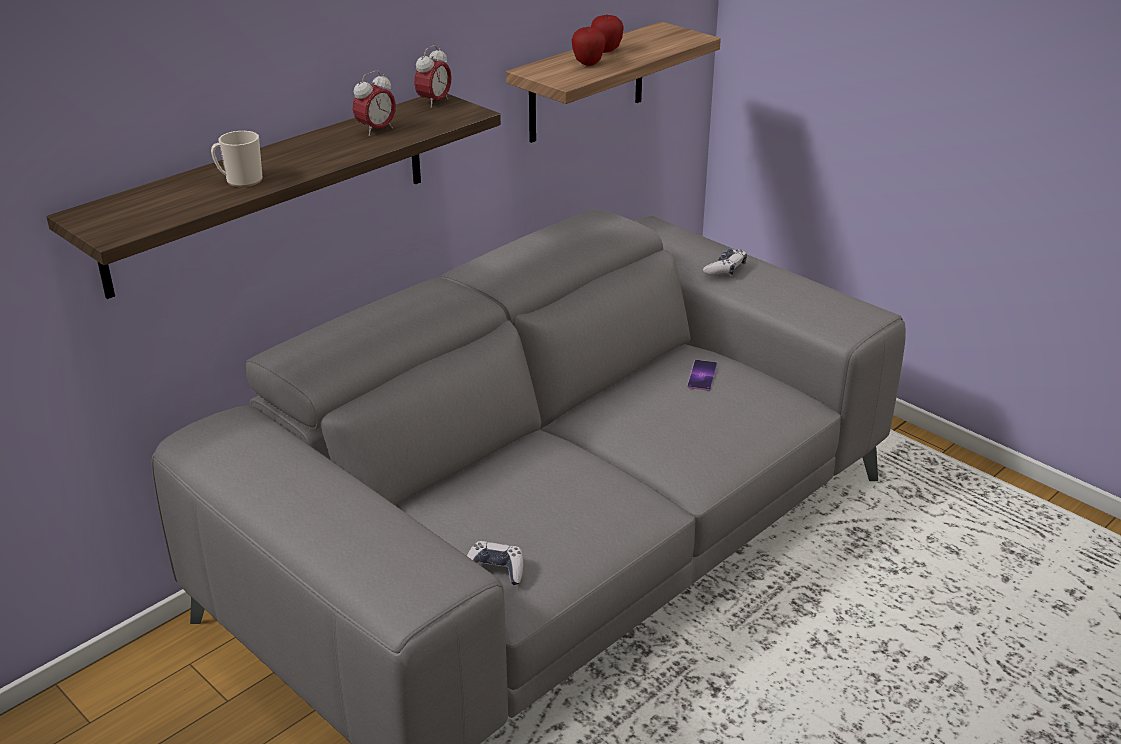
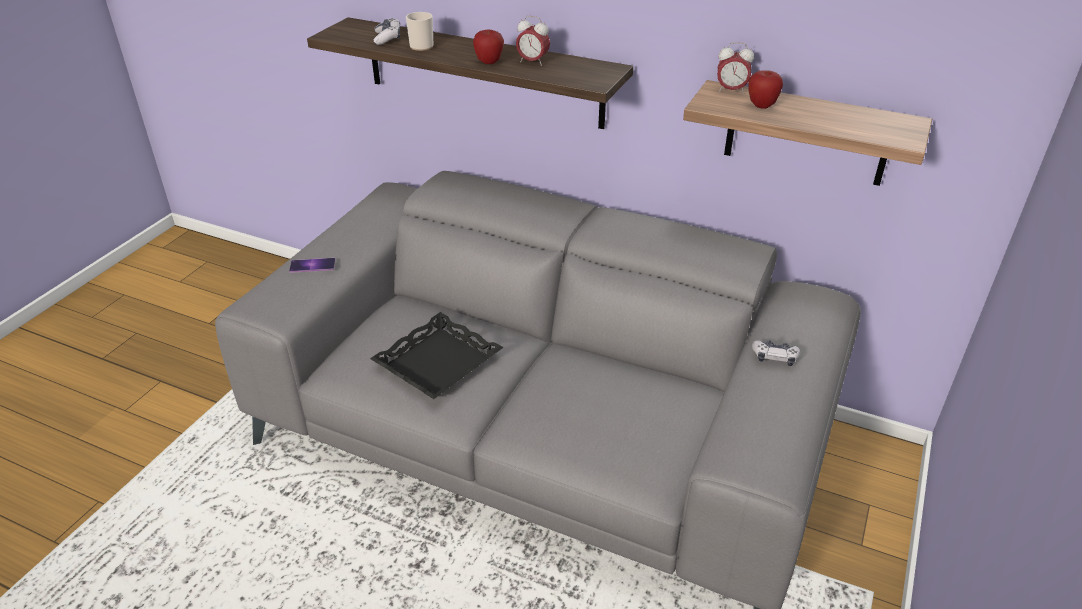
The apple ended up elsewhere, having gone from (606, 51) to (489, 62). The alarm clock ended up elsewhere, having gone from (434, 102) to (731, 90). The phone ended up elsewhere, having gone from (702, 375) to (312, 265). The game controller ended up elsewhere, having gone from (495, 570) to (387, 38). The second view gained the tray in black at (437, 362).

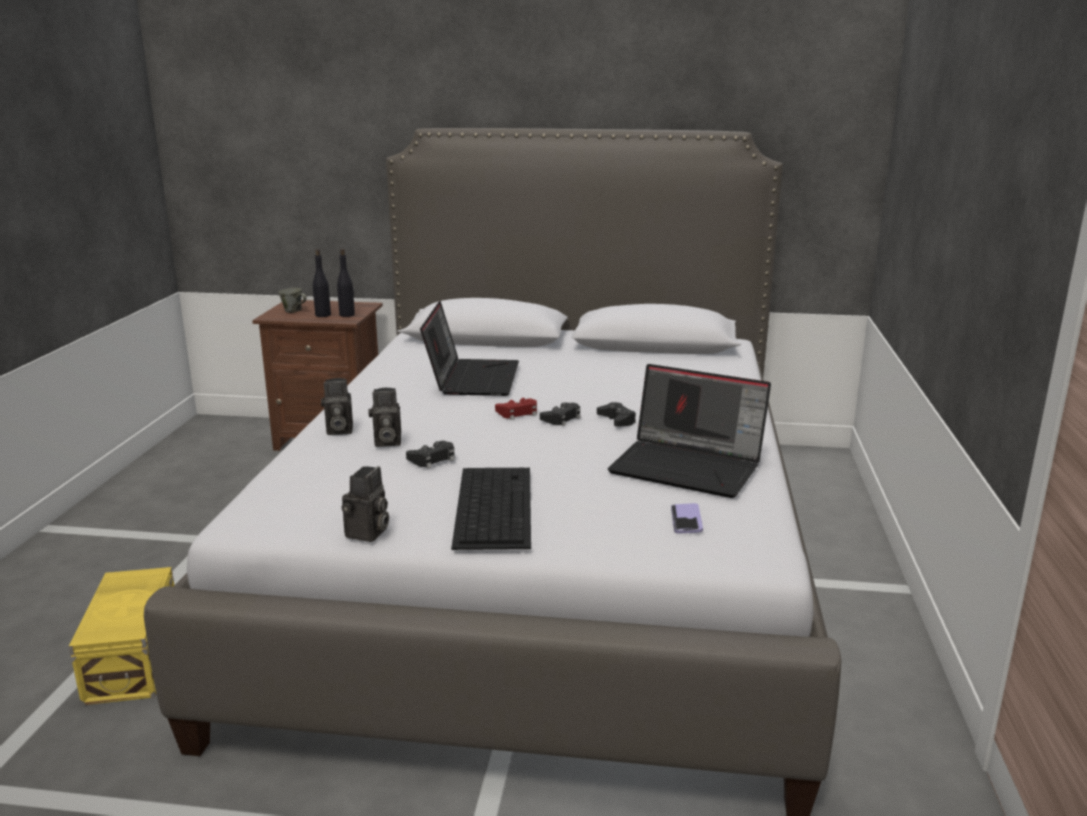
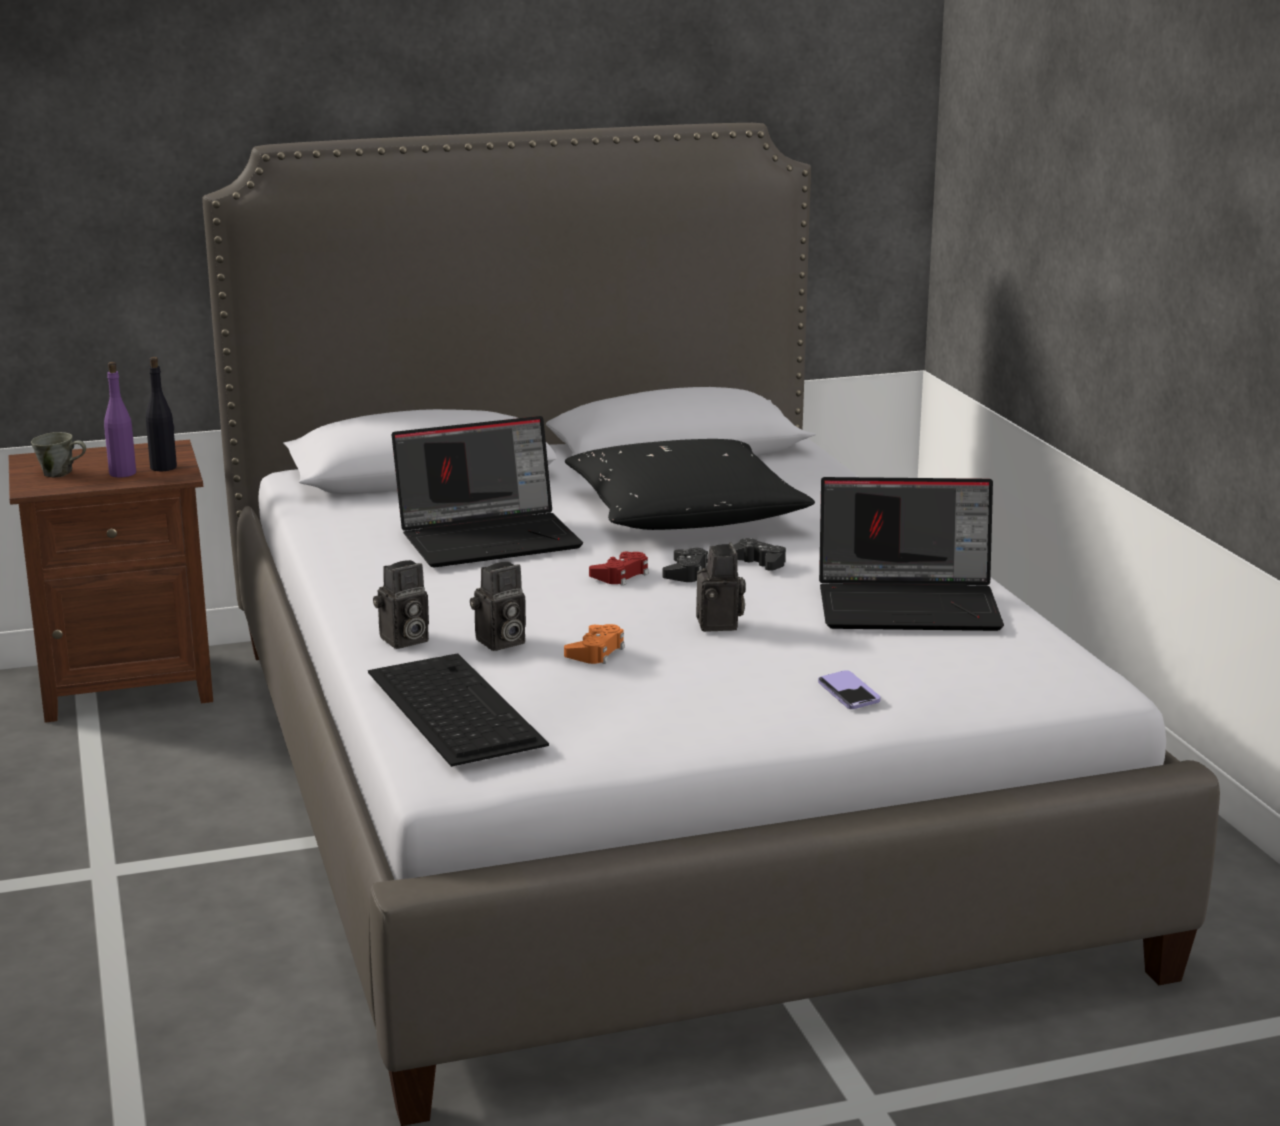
What was the bottle in black at (323, 315) turned into the bottle in purple at (122, 473). The laptop at (472, 378) ended up facing another way, 90 degrees clockwise from before. What was the game controller in black at (433, 459) turned into the game controller in orange at (596, 652). The photo camera ended up elsewhere, having gone from (367, 534) to (720, 625). The keyboard ended up elsewhere, having gone from (493, 505) to (452, 707). The phone ended up elsewhere, having gone from (686, 520) to (848, 692). The second view lost the storage box in yellow at (136, 658). The second view gained the pillow in black at (684, 514).

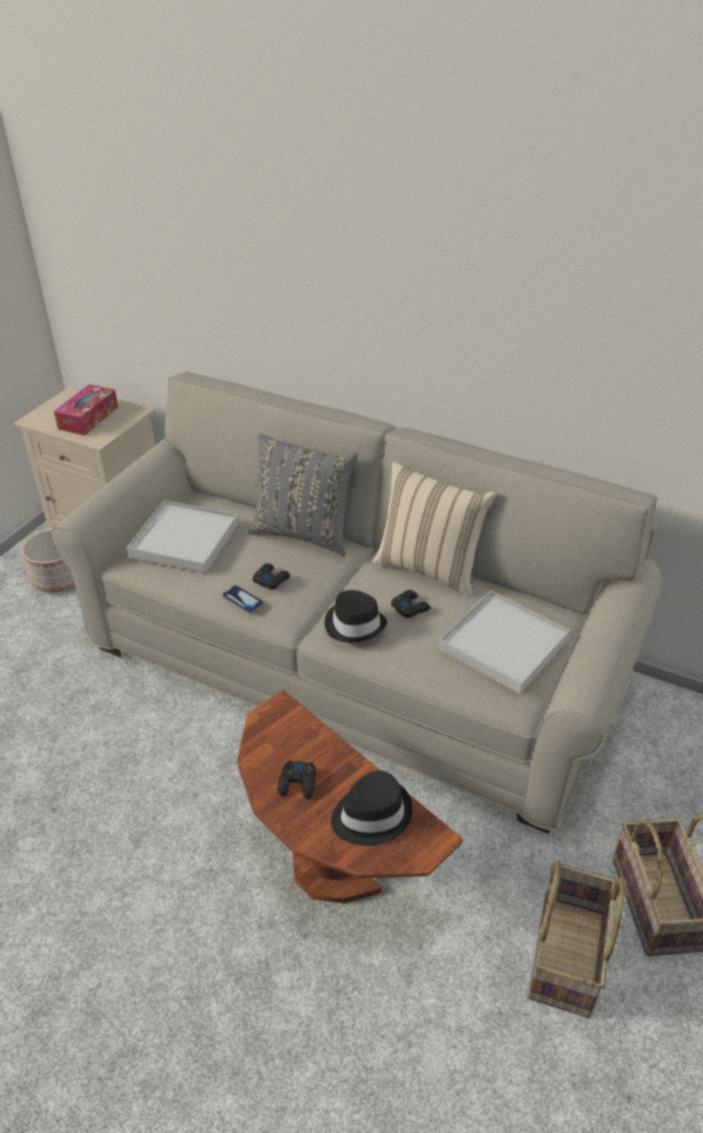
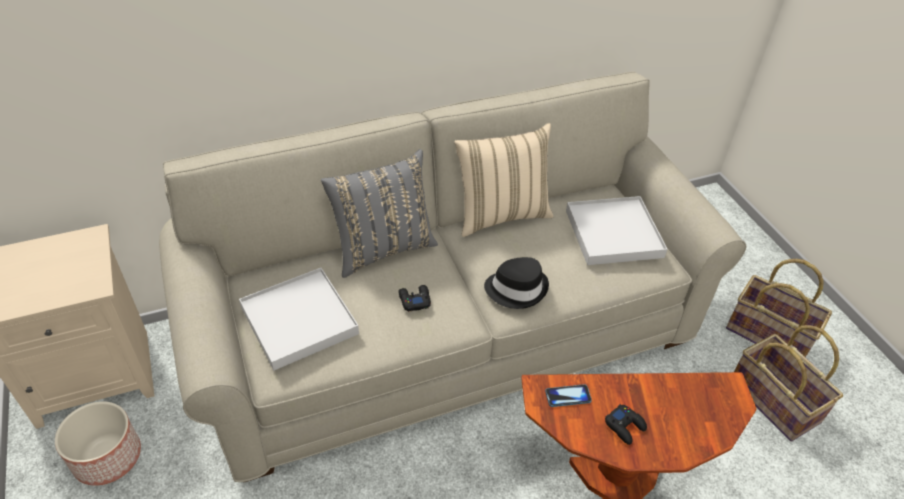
The second view lost the tissue box at (88, 418). The phone ended up elsewhere, having gone from (243, 600) to (568, 396). The second view lost the game controller in black at (410, 607). The second view lost the hat in black at (371, 814).

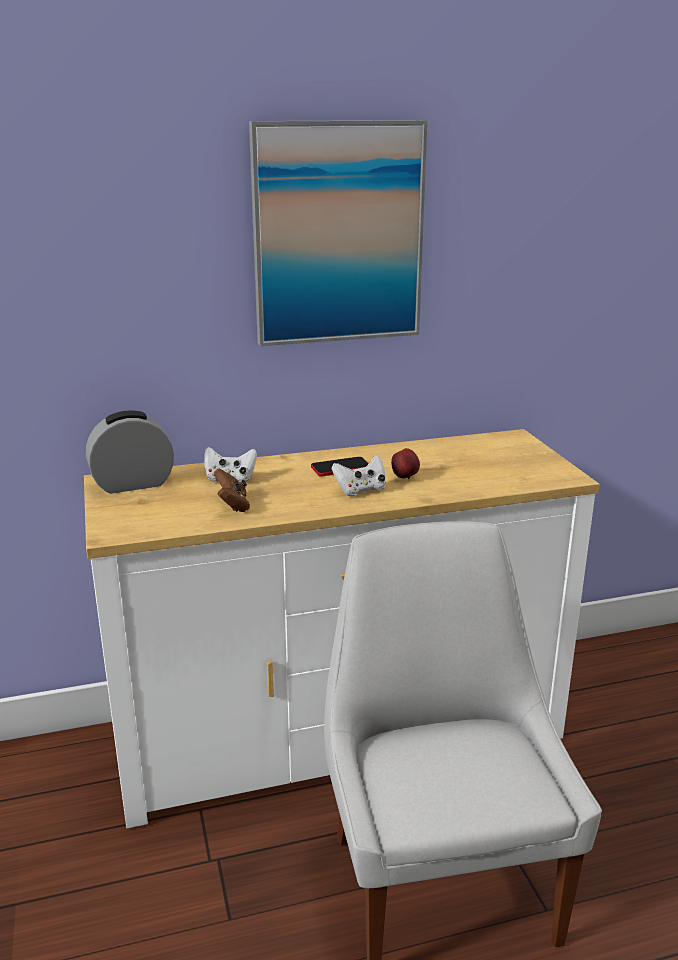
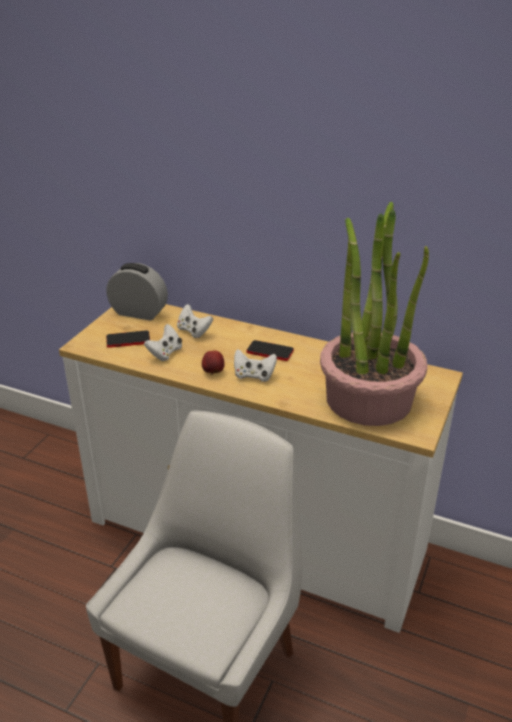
The second view lost the picture at (337, 234). The apple ended up elsewhere, having gone from (405, 477) to (213, 372). What was the game controller in brown at (233, 505) turned into the game controller in white at (165, 353). The second view gained the potted plant at (368, 398). The second view gained the phone at (128, 340).

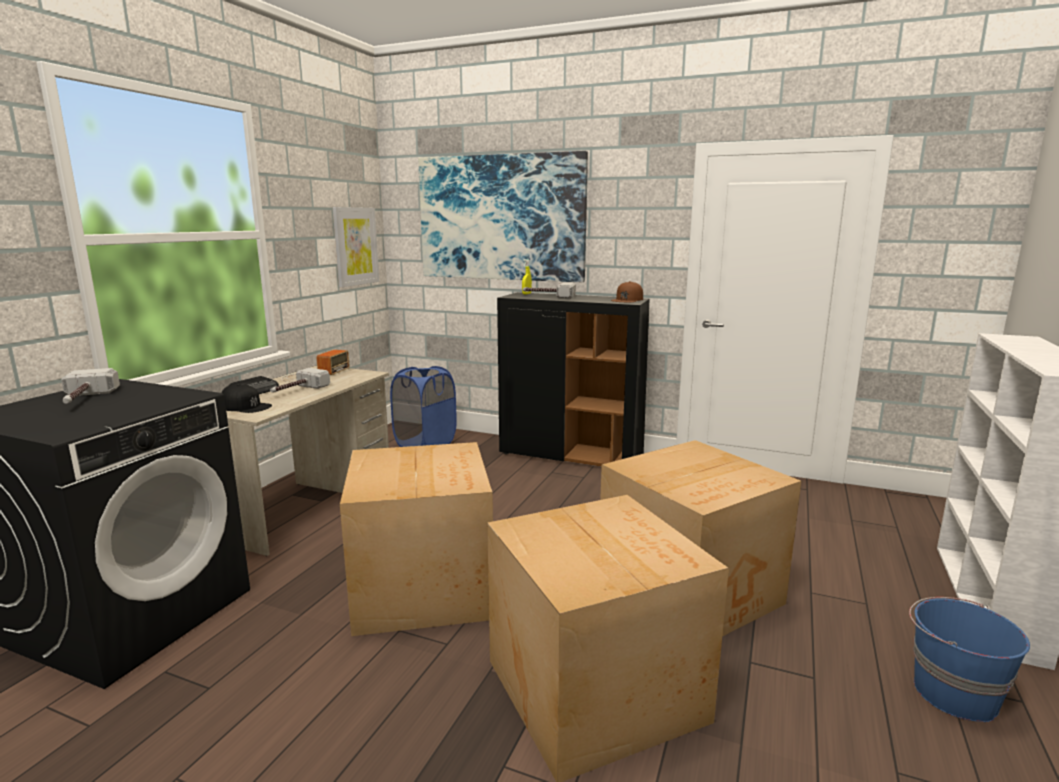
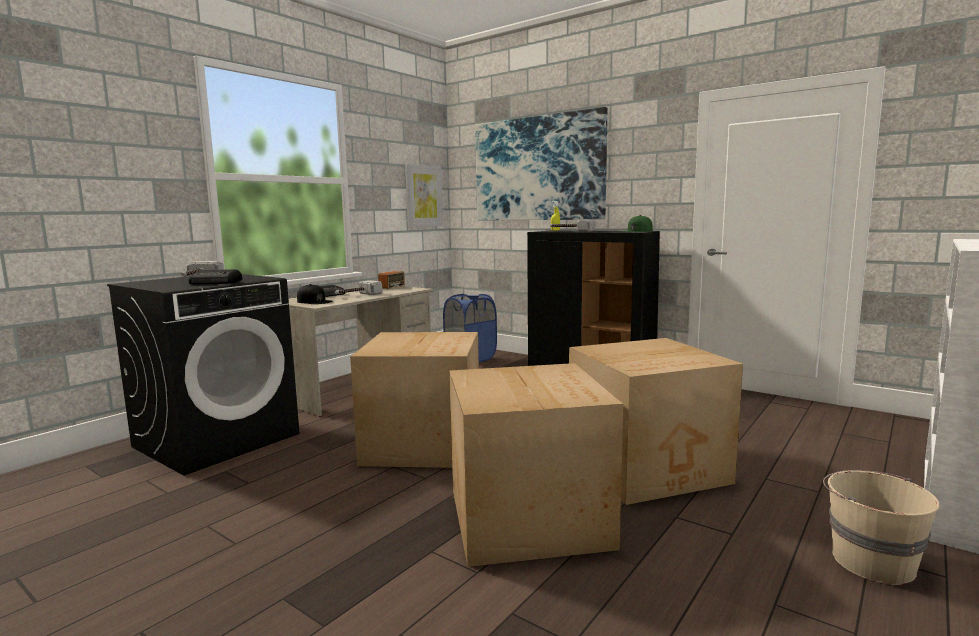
What was the cap in brown at (627, 299) turned into the cap in green at (637, 231). What was the bucket in blue at (953, 693) turned into the bucket in beige at (871, 561). The second view gained the radio at (216, 282).

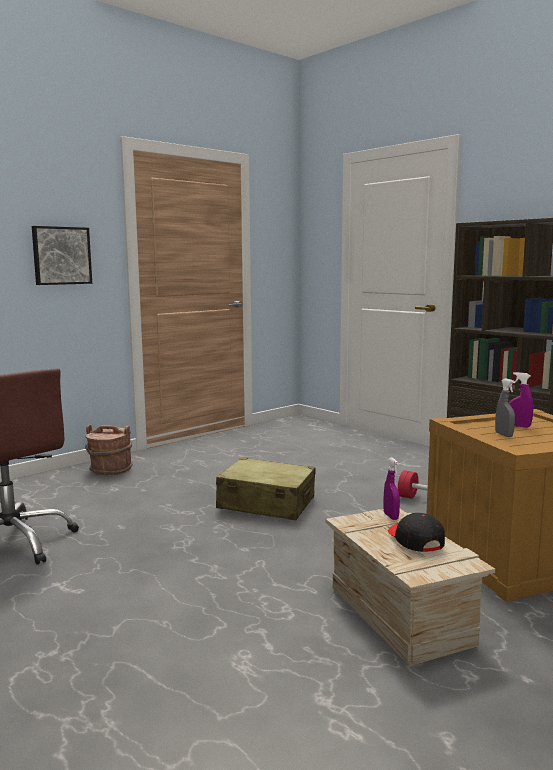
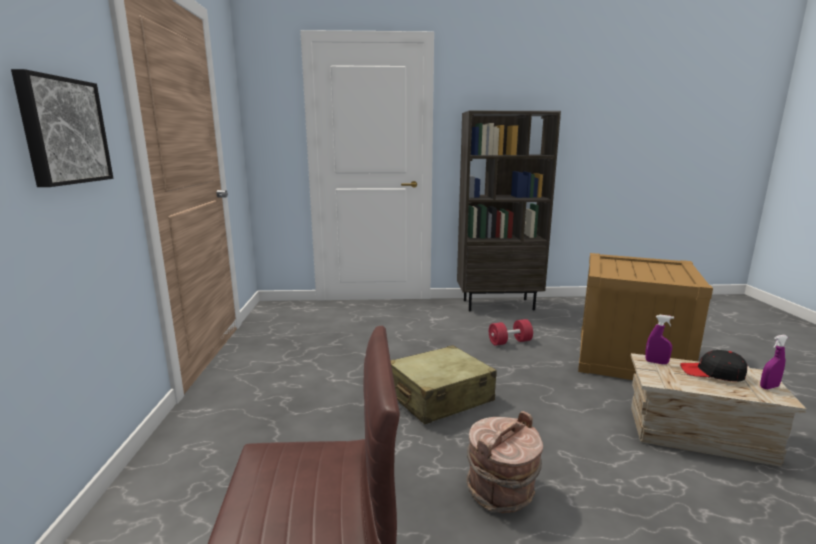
The spray bottle in purple ended up elsewhere, having gone from (519, 426) to (769, 387). The second view lost the spray bottle in grey at (504, 435). The bucket in brown ended up elsewhere, having gone from (110, 470) to (501, 491).

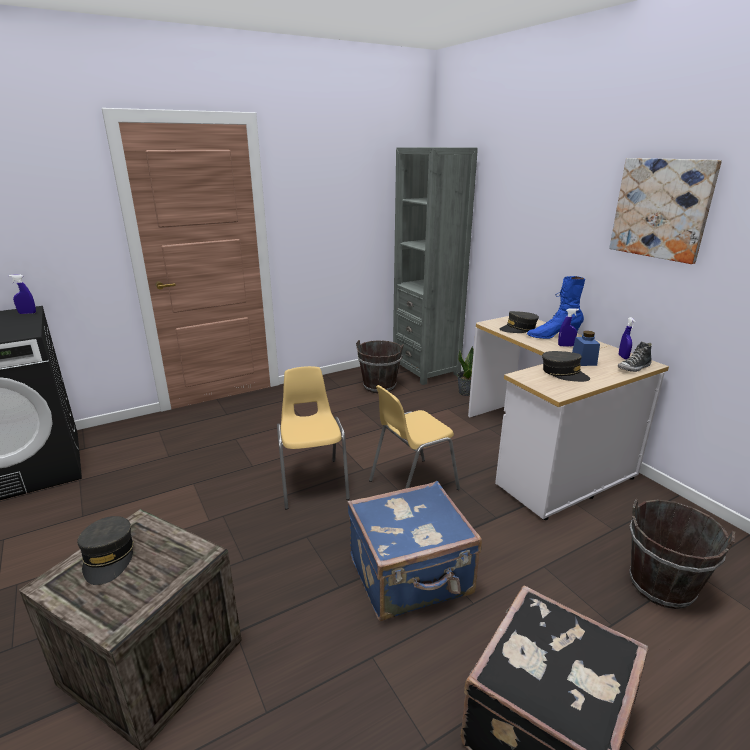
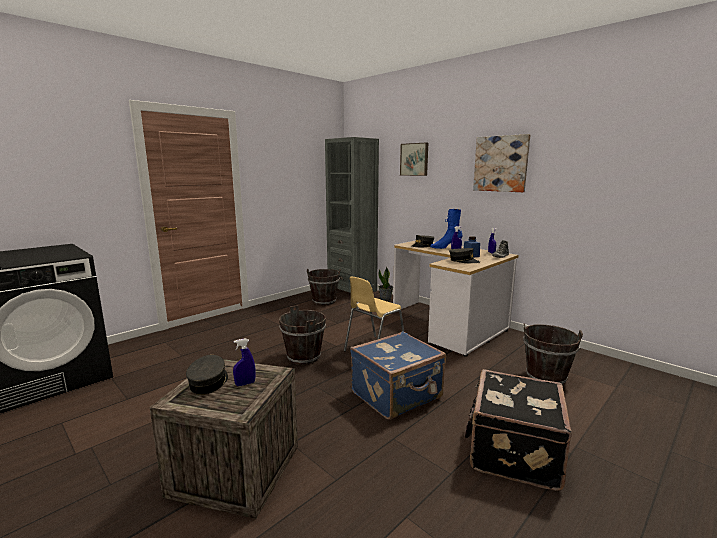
The spray bottle in blue ended up elsewhere, having gone from (27, 313) to (245, 384). Where the chair in yellow stood at (313, 482), the bucket in brown came to stand at (304, 357). The cap in grey at (109, 557) ended up facing another way, 150 degrees counterclockwise from before. The second view gained the picture at (414, 159).

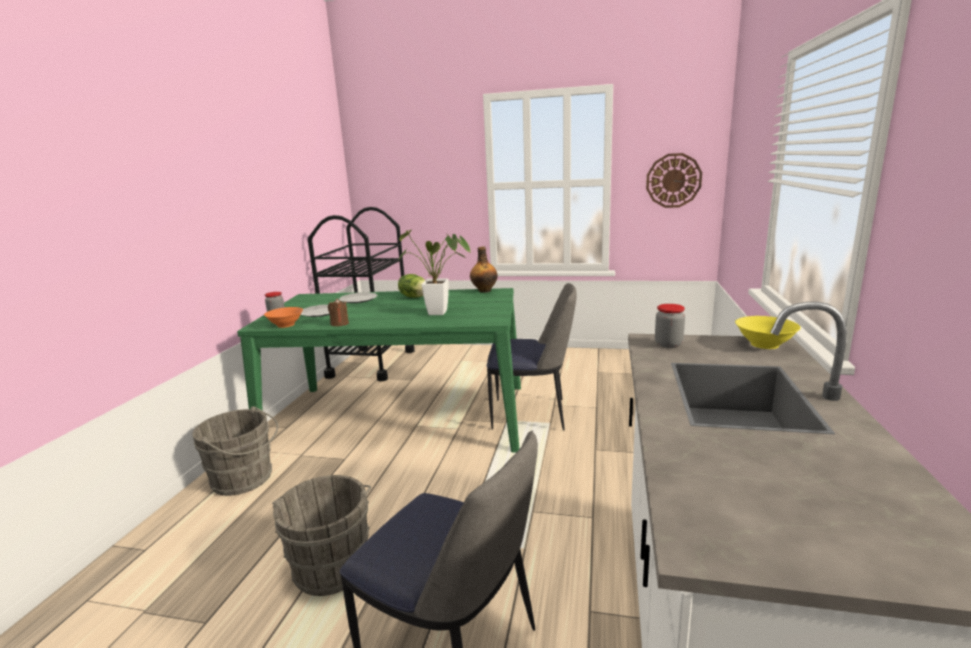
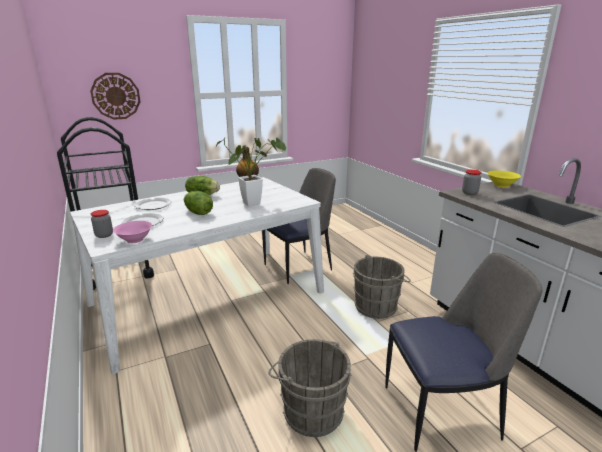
The wall clock ended up elsewhere, having gone from (673, 180) to (116, 96). What was the dining table in green at (400, 416) turned into the dining table in white at (208, 298). The second view lost the candle in brown at (339, 323). What was the bowl in orange at (285, 325) turned into the bowl in pink at (134, 240). The bucket in grey ended up elsewhere, having gone from (245, 479) to (378, 306). The second view gained the lettuce at (198, 213).

